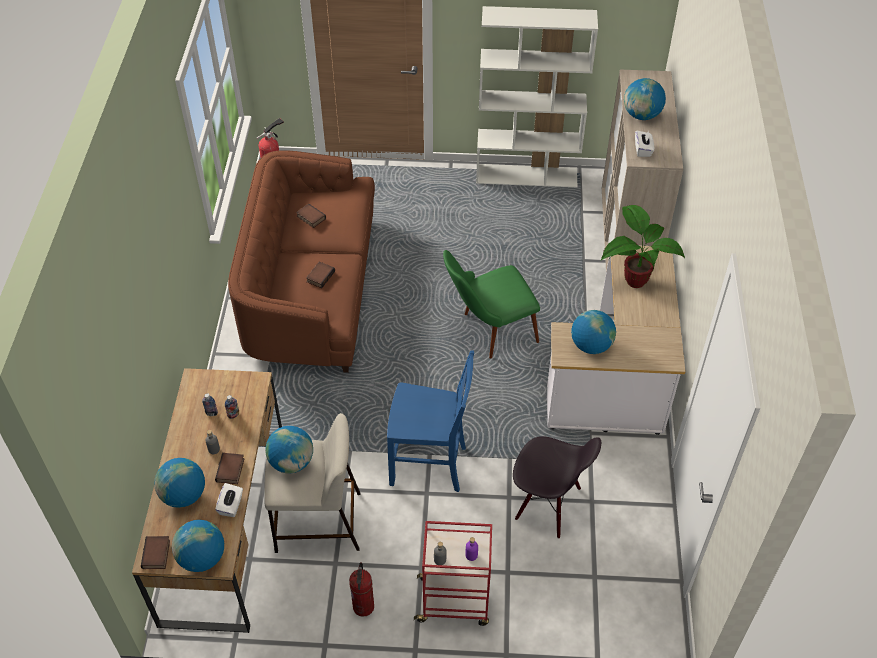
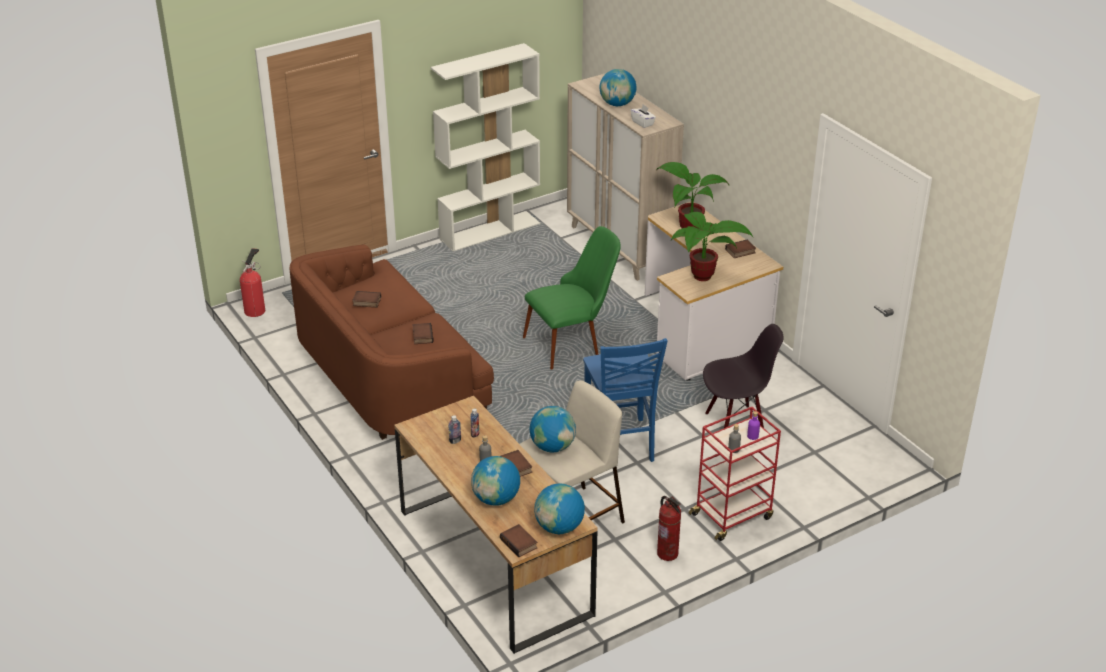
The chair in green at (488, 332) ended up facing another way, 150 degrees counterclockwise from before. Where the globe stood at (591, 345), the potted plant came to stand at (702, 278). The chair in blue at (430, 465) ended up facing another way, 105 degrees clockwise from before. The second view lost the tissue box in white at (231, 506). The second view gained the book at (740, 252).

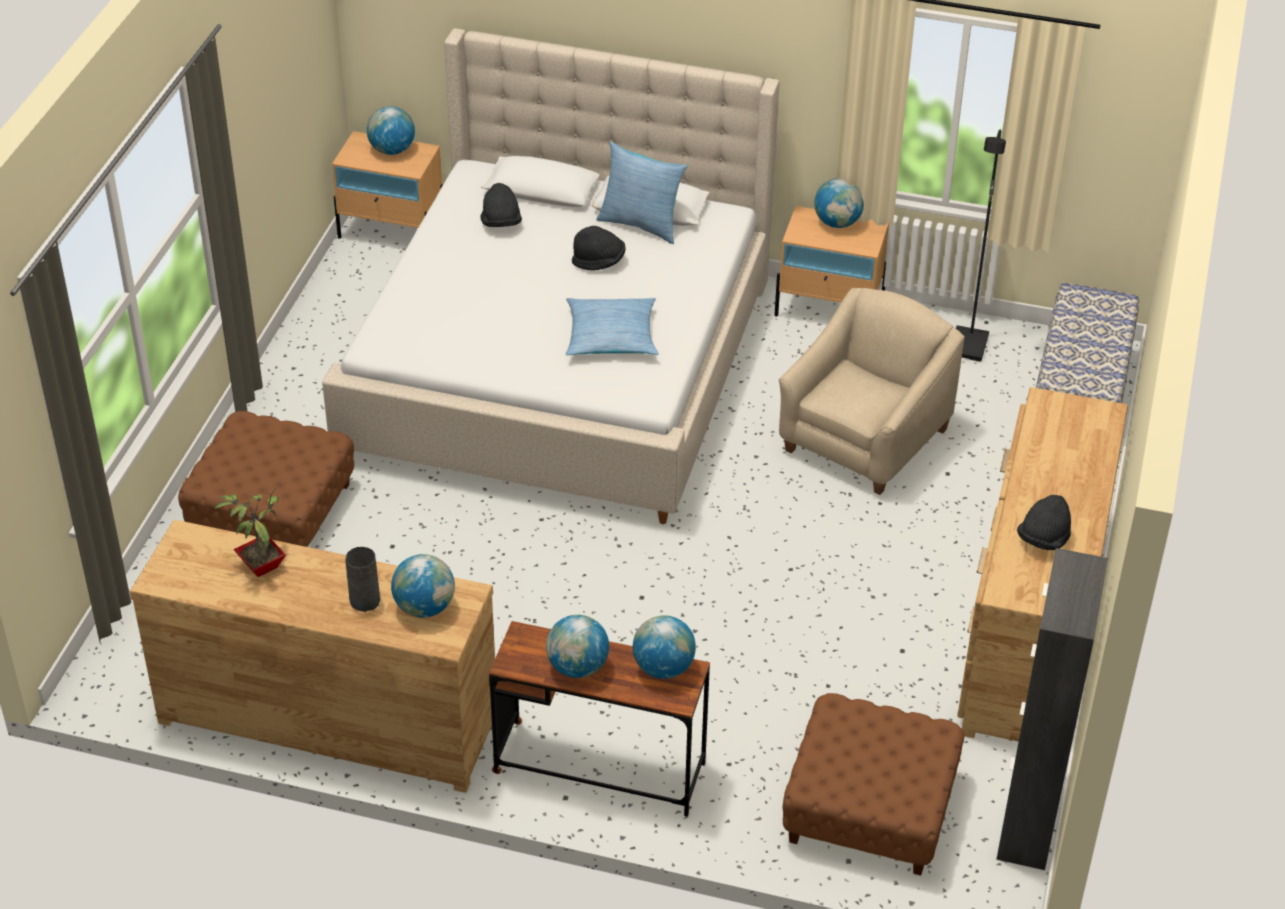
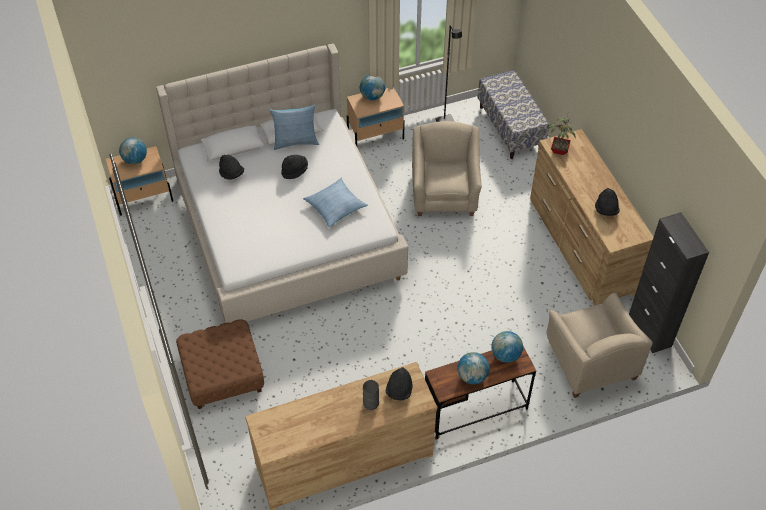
The potted plant ended up elsewhere, having gone from (260, 565) to (558, 150). Where the globe stood at (424, 607), the hat in black came to stand at (399, 390). Where the ottoman in brown stood at (869, 808), the armchair in beige came to stand at (590, 361).

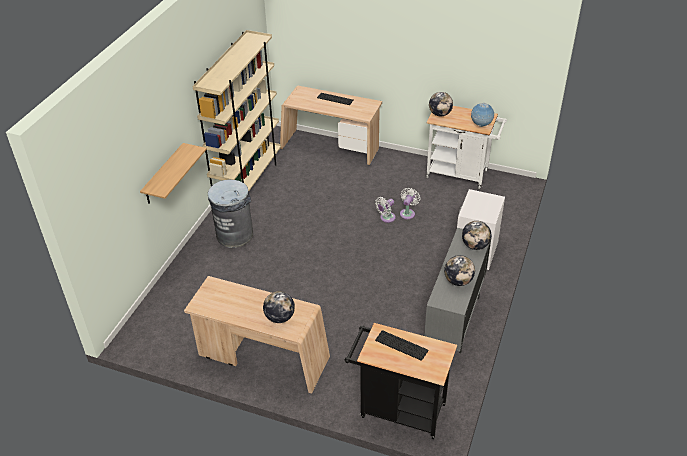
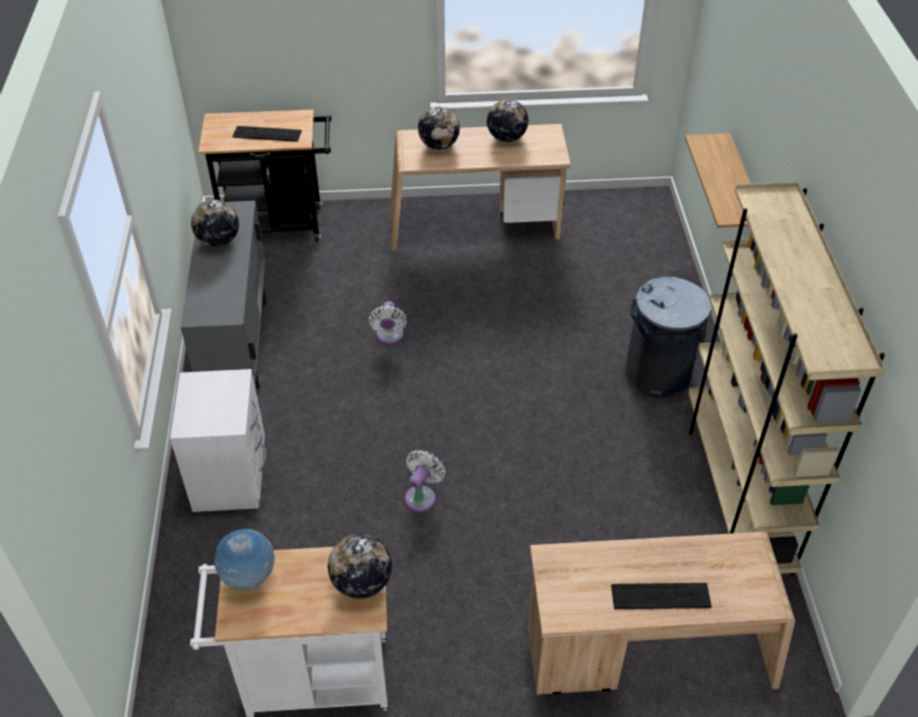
The fan in white ended up elsewhere, having gone from (408, 213) to (389, 337). The globe ended up elsewhere, having gone from (475, 245) to (506, 138).

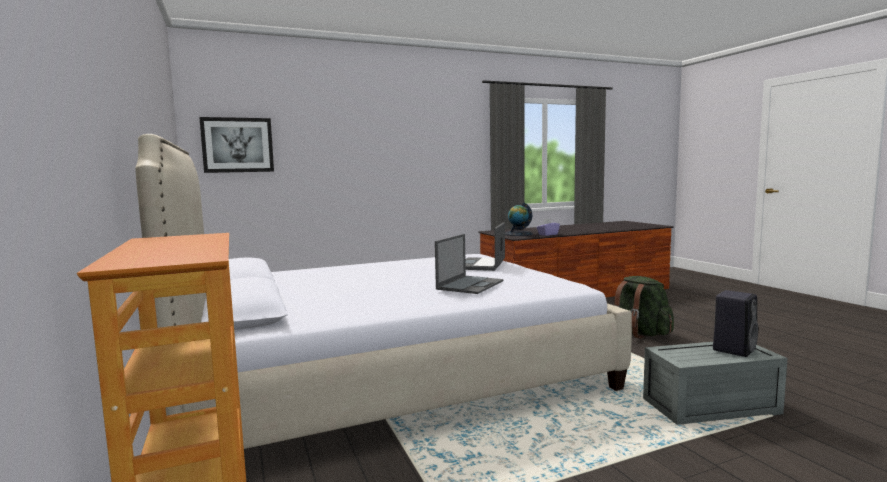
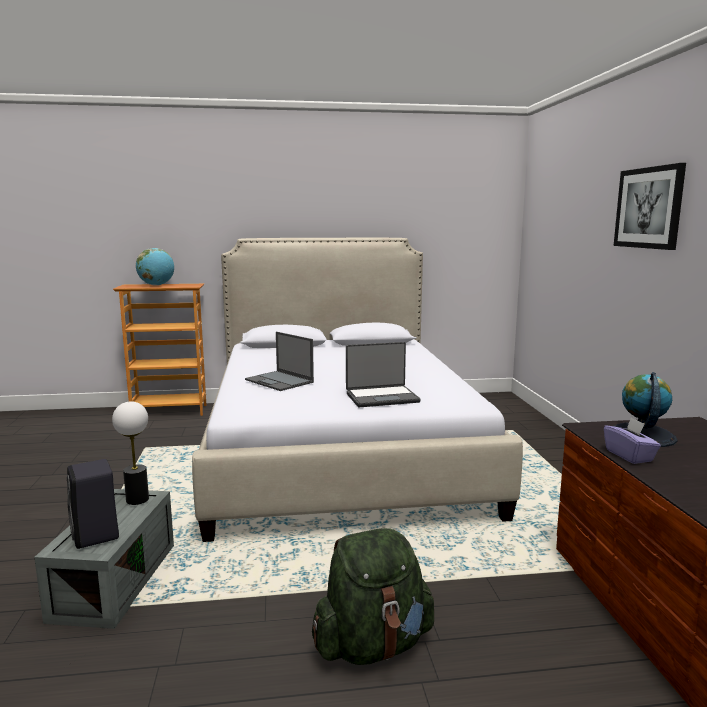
The picture ended up elsewhere, having gone from (237, 145) to (648, 208). The laptop at (482, 265) ended up facing another way, 135 degrees clockwise from before. The second view gained the globe at (156, 285). The second view gained the table lamp at (137, 500).

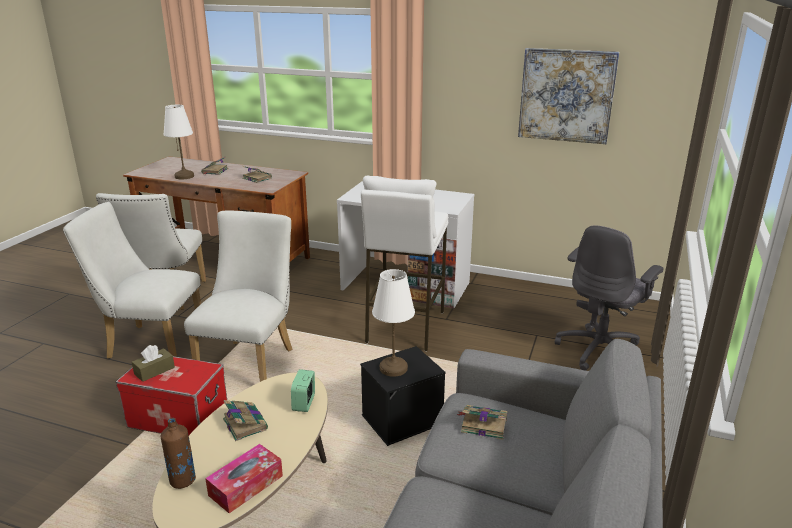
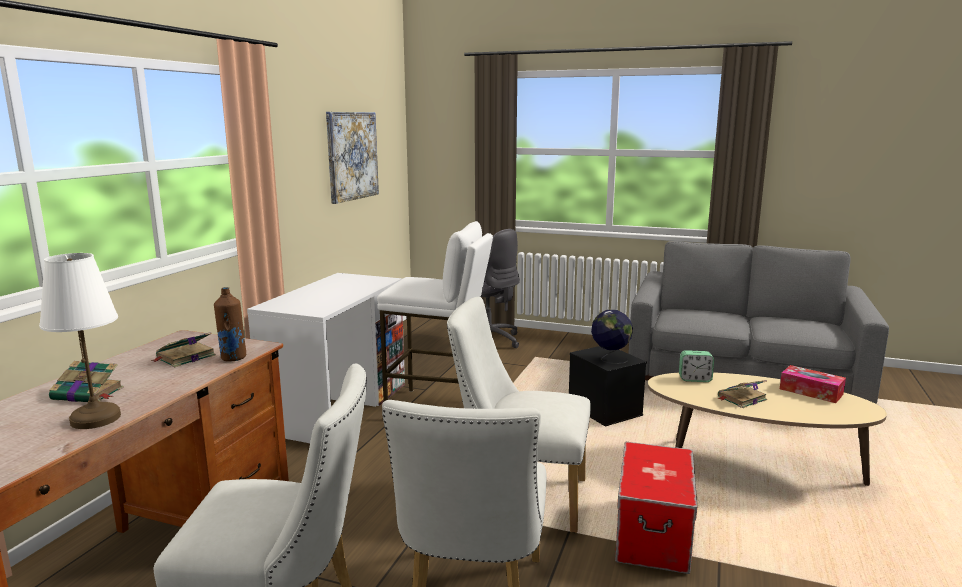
Where the table lamp in white stood at (393, 368), the globe came to stand at (610, 359). The second view lost the tissue box in brown at (154, 371). The second view lost the book at (482, 424). The bottle in brown ended up elsewhere, having gone from (182, 480) to (233, 358).

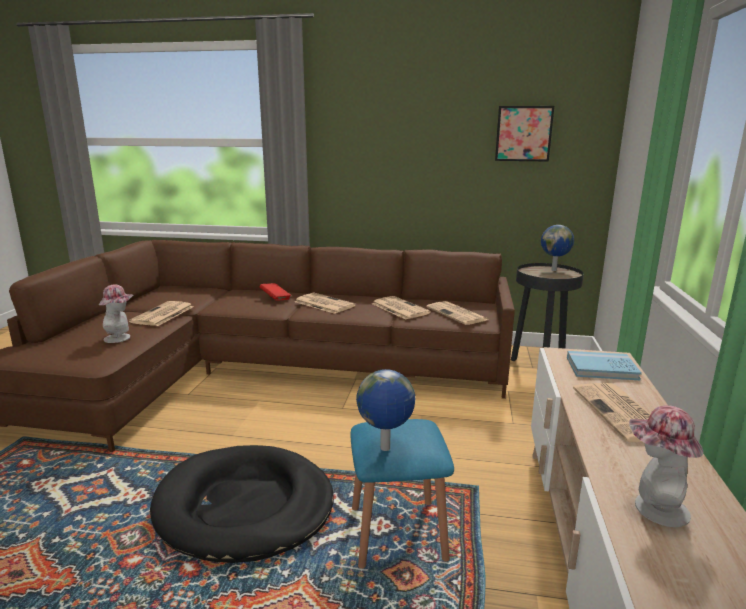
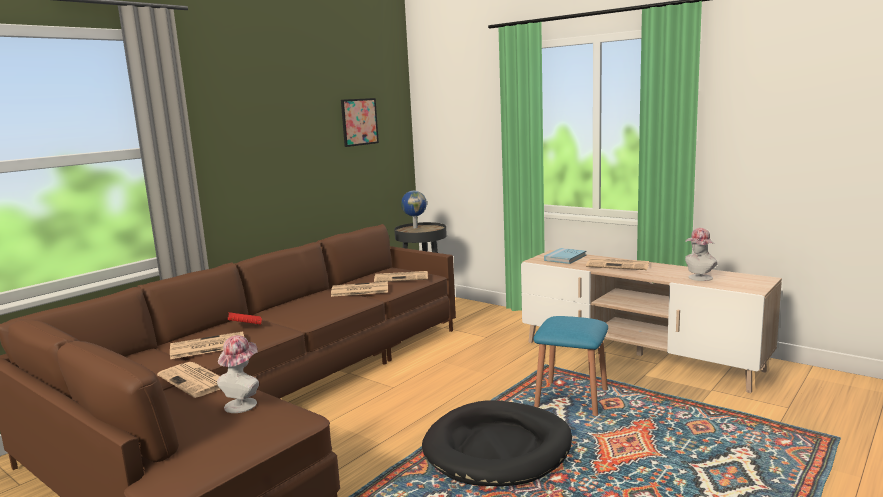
The newspaper ended up elsewhere, having gone from (323, 304) to (207, 346). The second view lost the globe at (385, 449).

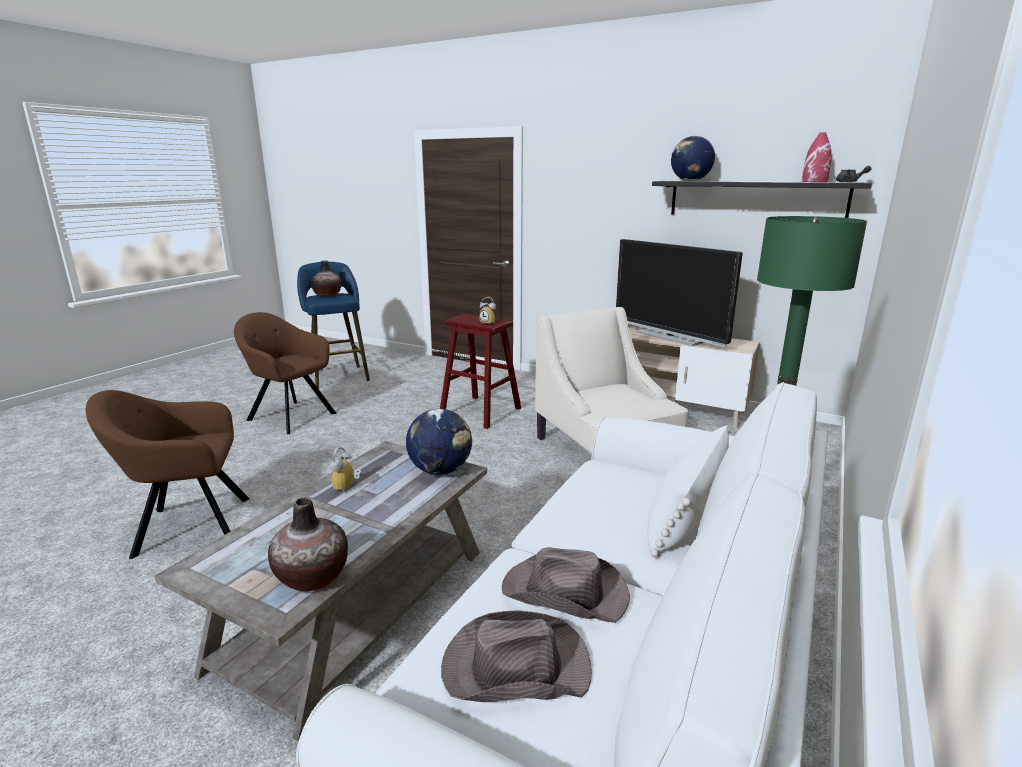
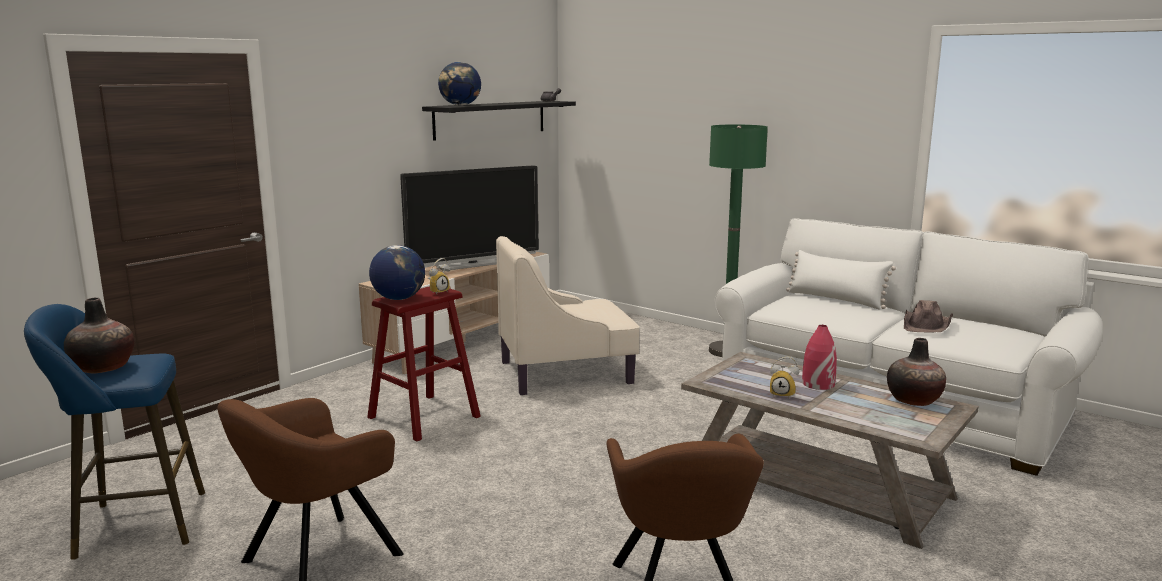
The vase in red ended up elsewhere, having gone from (814, 181) to (817, 384). The globe ended up elsewhere, having gone from (440, 470) to (398, 299). The second view lost the hat in brown at (514, 666).

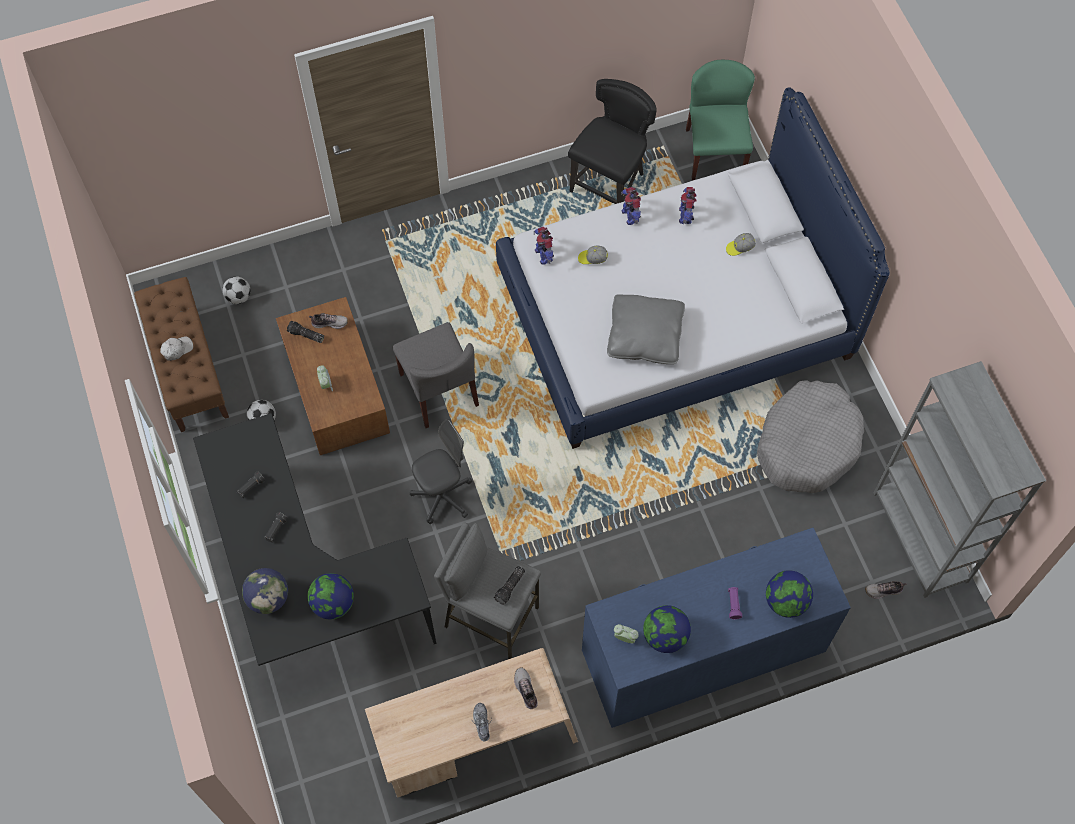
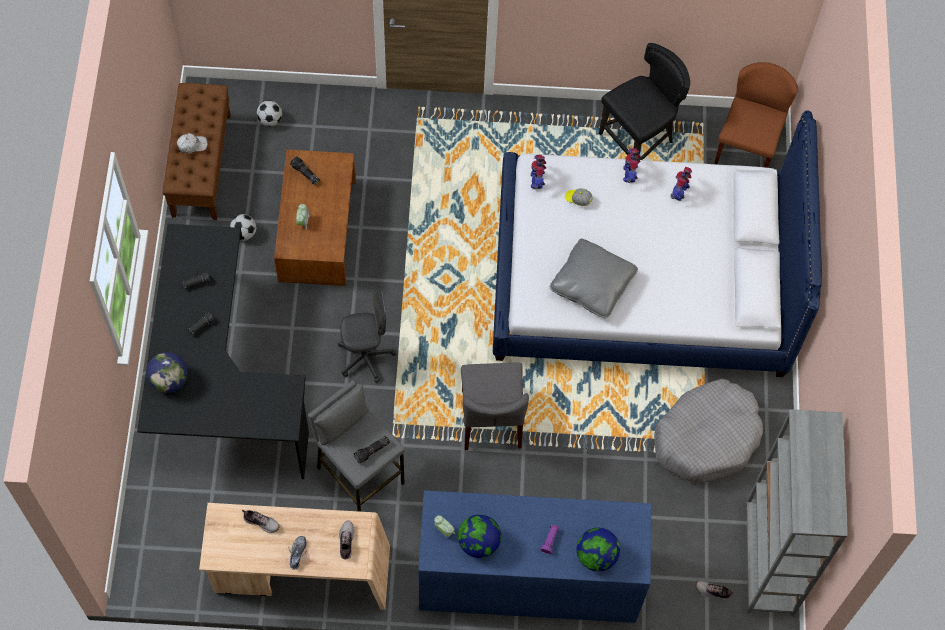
What was the chair in green at (714, 152) turned into the chair in brown at (747, 146). The second view lost the cap at (740, 247). The shoe ended up elsewhere, having gone from (329, 323) to (261, 522). The chair in grey ended up elsewhere, having gone from (439, 390) to (491, 419). The second view lost the globe at (333, 603).

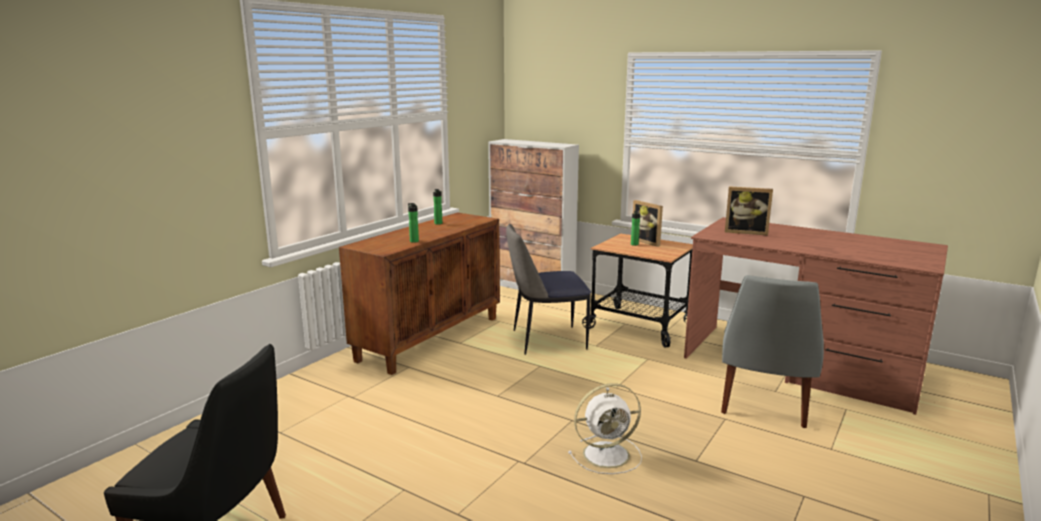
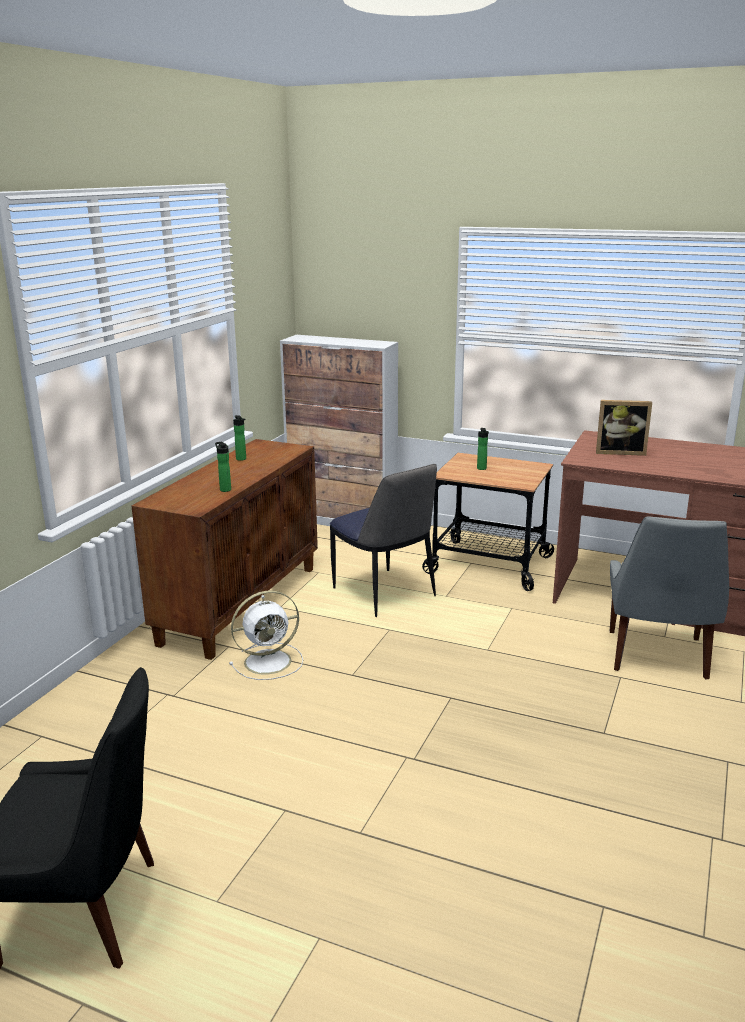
The second view lost the picture frame at (648, 241). The chair at (546, 340) ended up facing another way, 105 degrees counterclockwise from before. The fan in white ended up elsewhere, having gone from (608, 454) to (270, 661).

